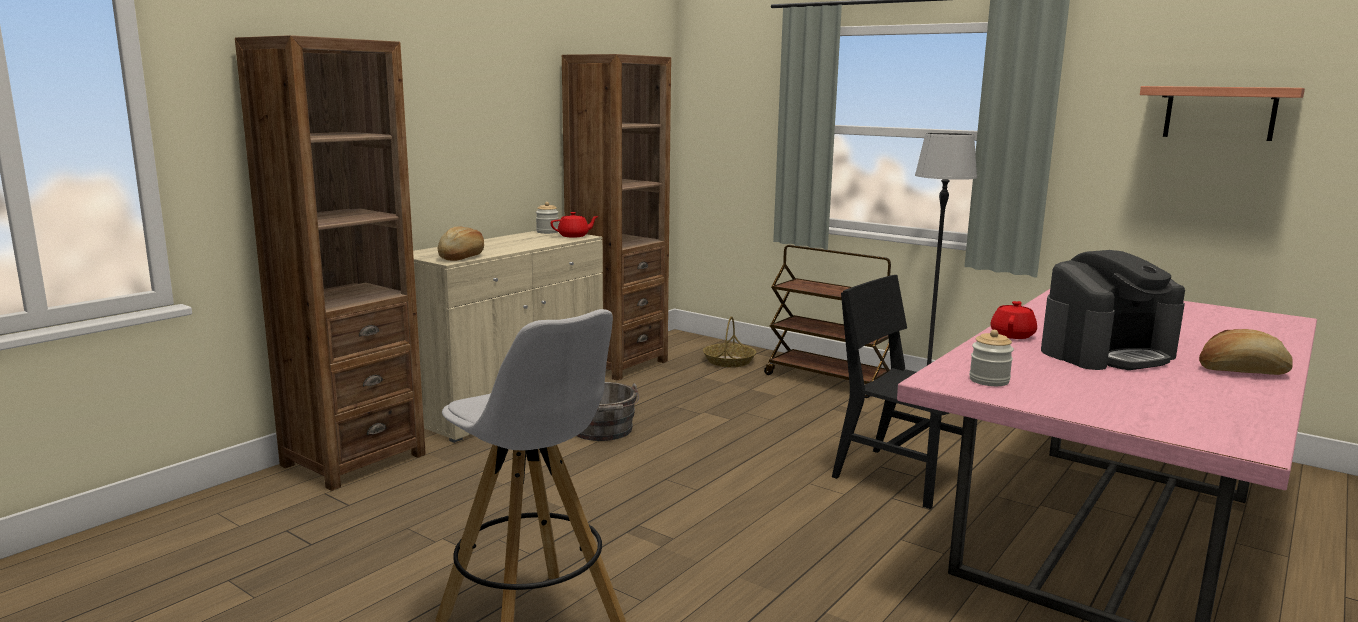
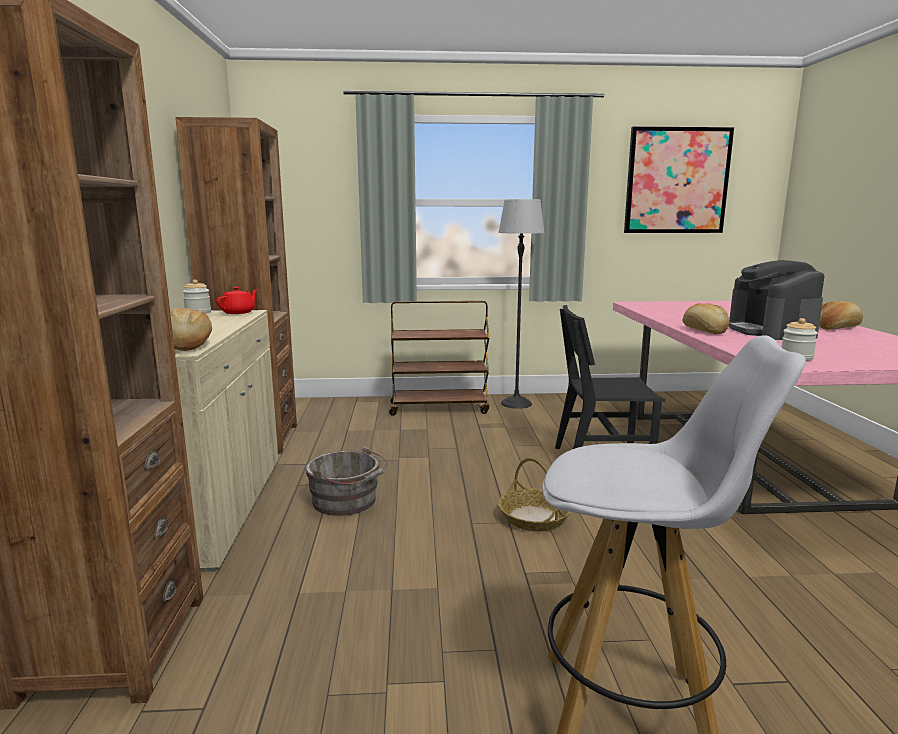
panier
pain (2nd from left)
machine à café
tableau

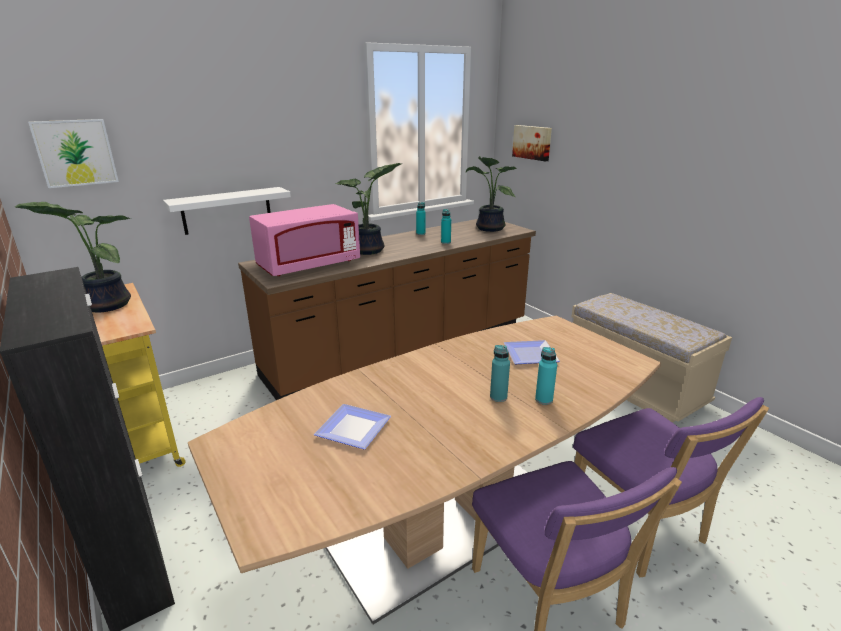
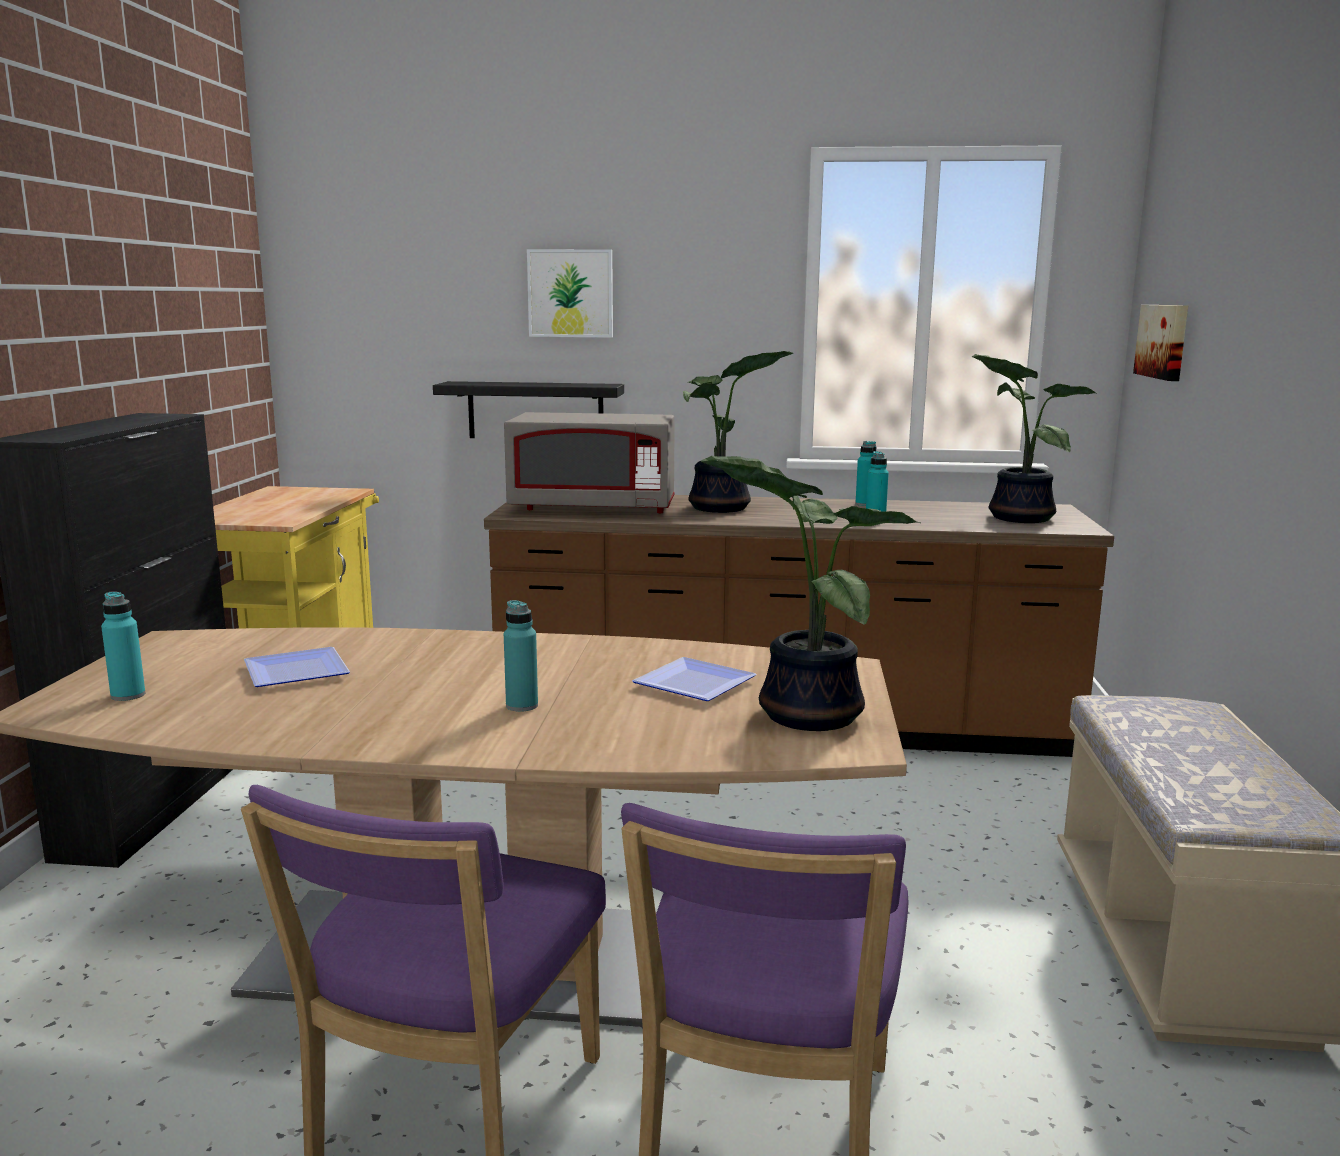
plante en pot (2nd from left)
tableau (1st from left)
étagère/noir
micro-ondes/gris
bouteille/turquoise (1st from left)

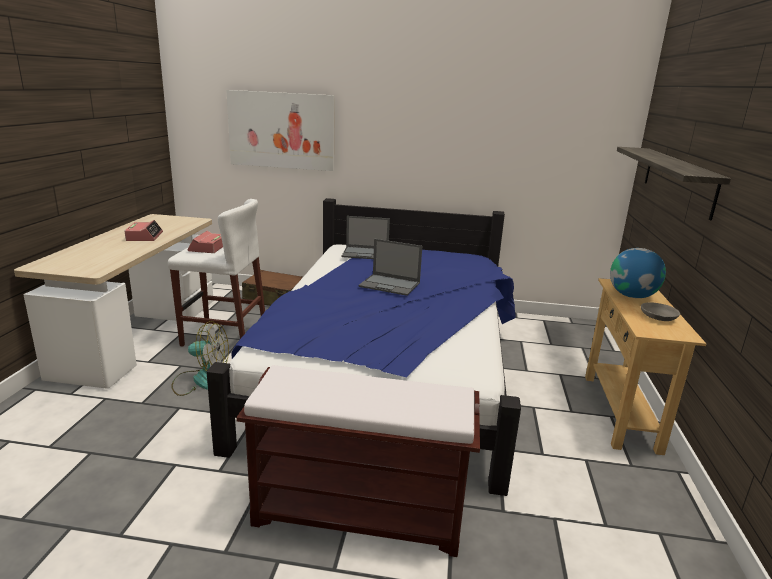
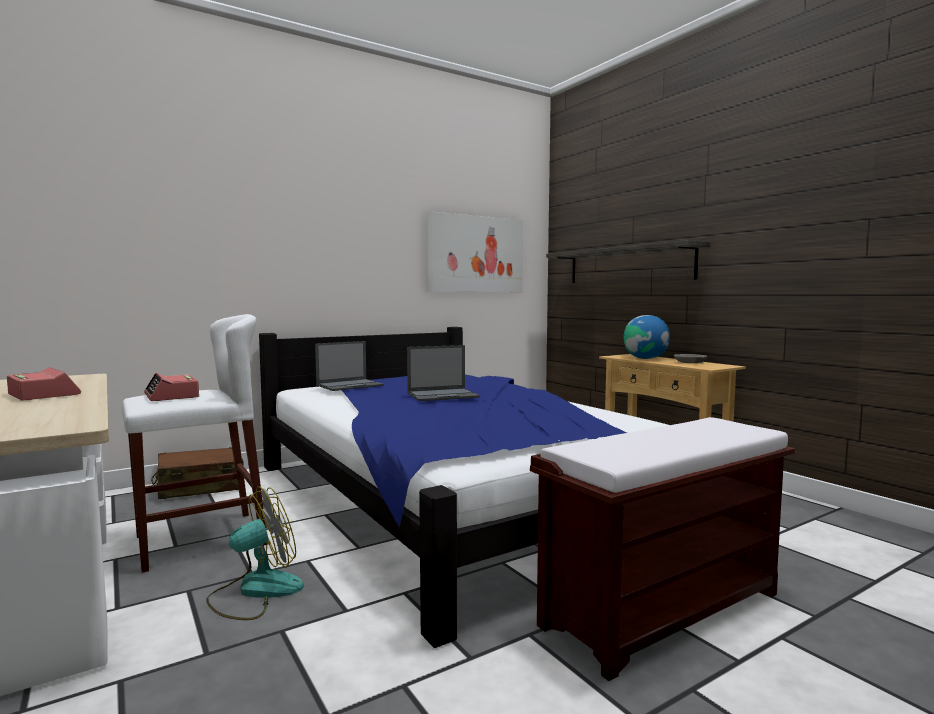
tableau

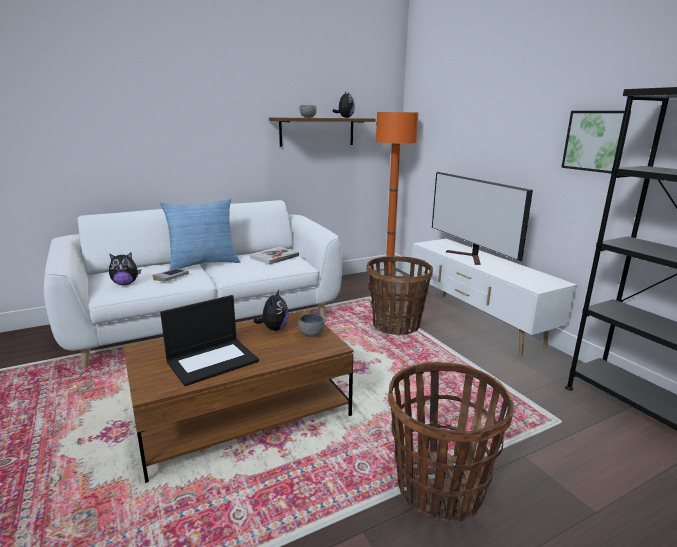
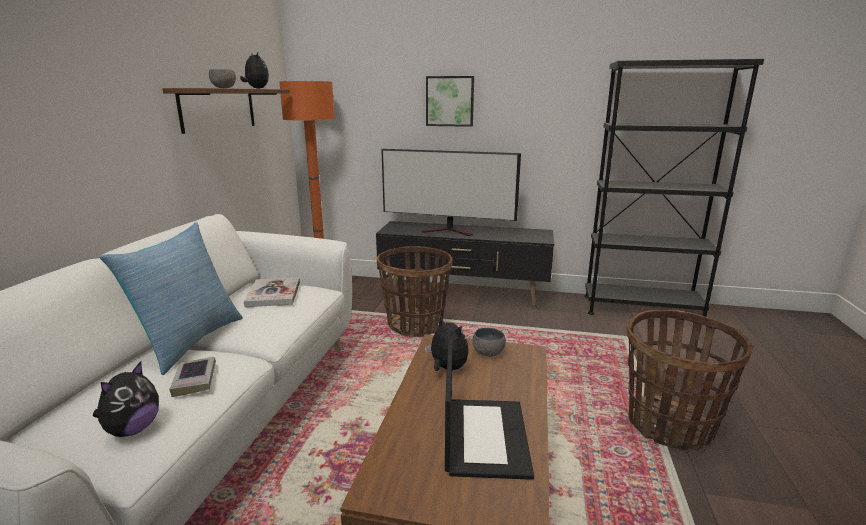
meuble télé/noir
tableau

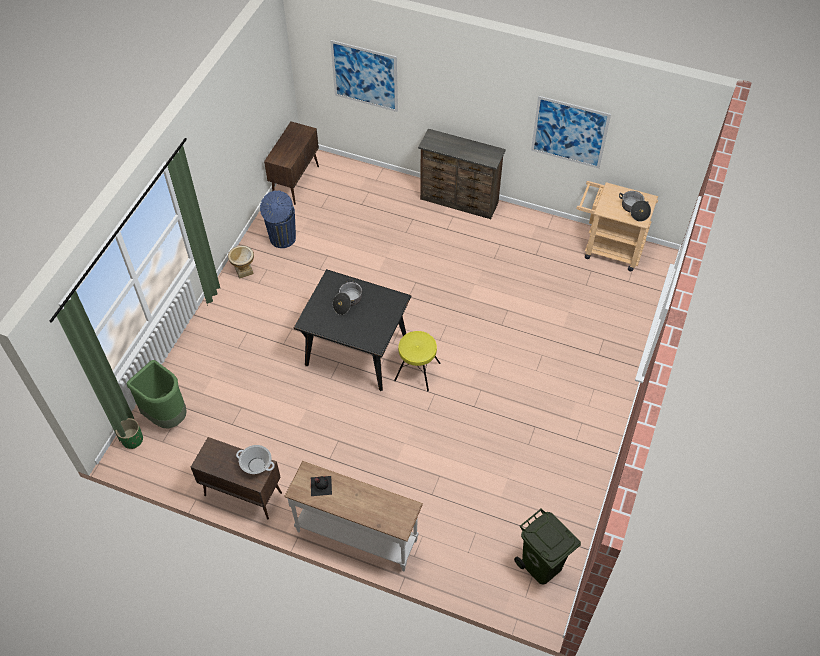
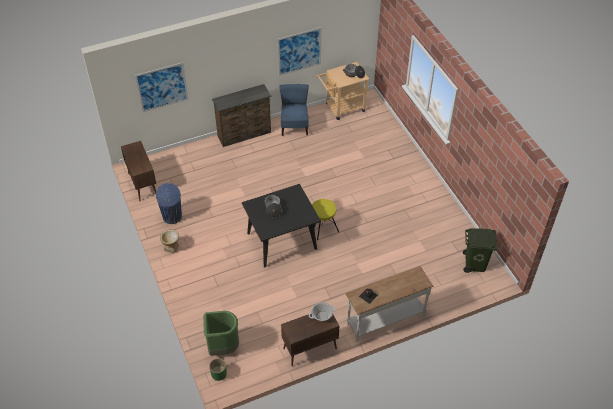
chaise/bleu

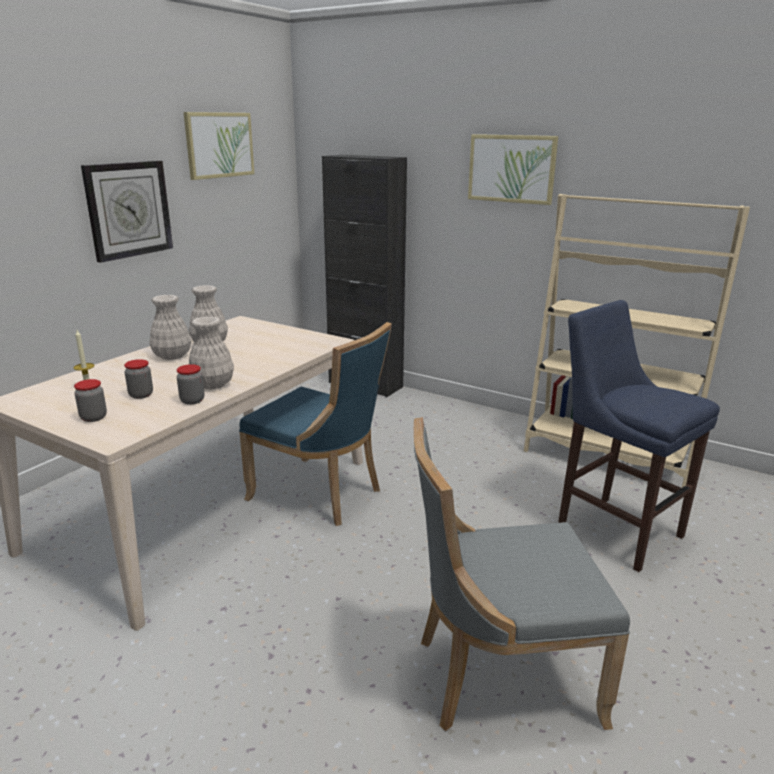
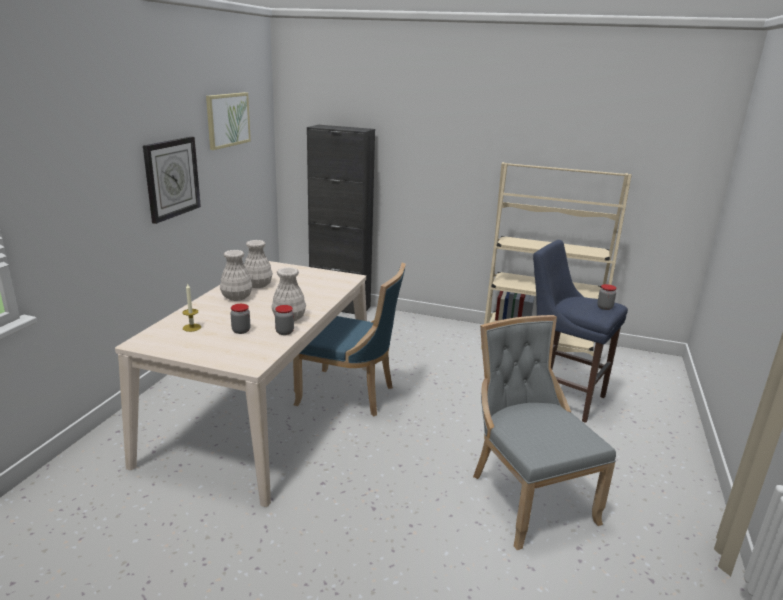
bocal (3rd from left)
chaise/gris
tableau (2nd from left in the first image)

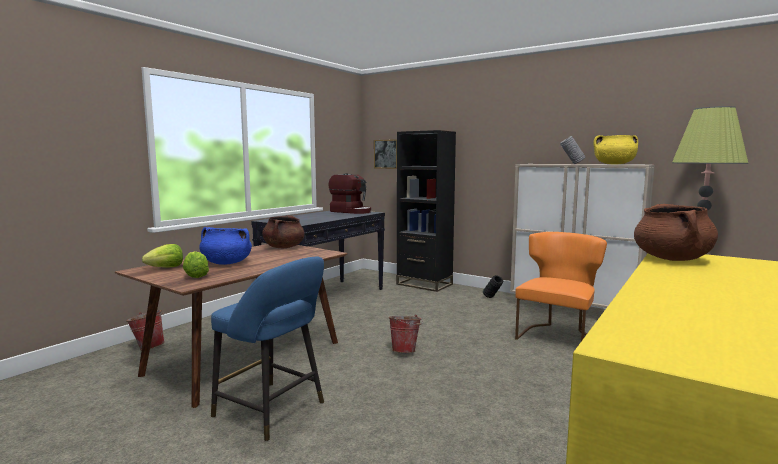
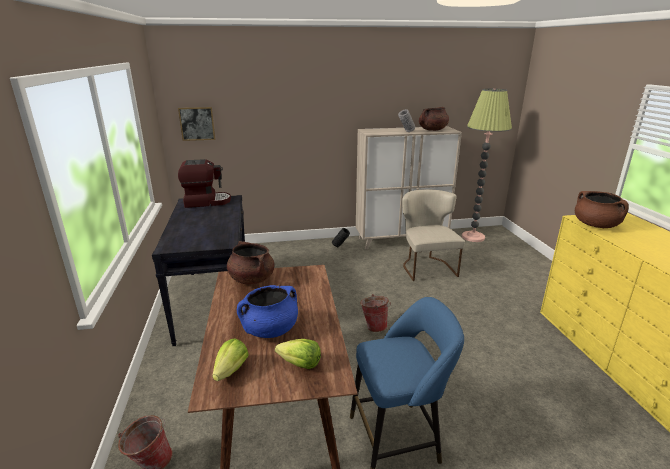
bibliothèque/noir
chaise/beige
marmite/marron (2nd from left)

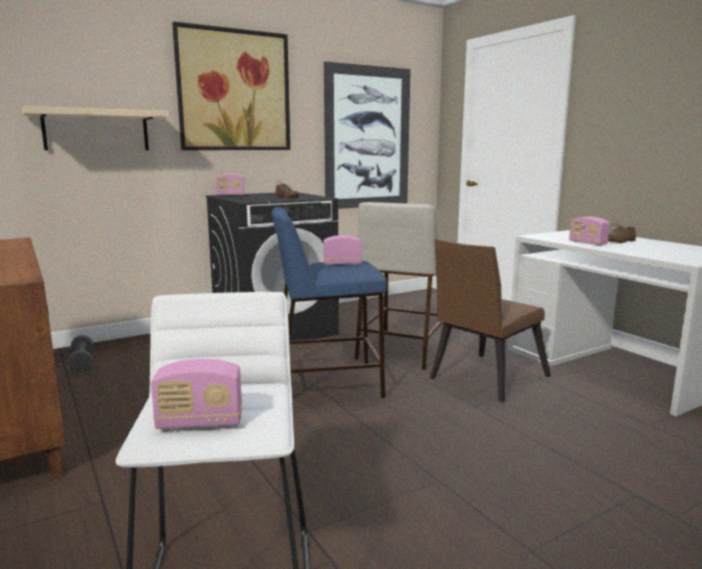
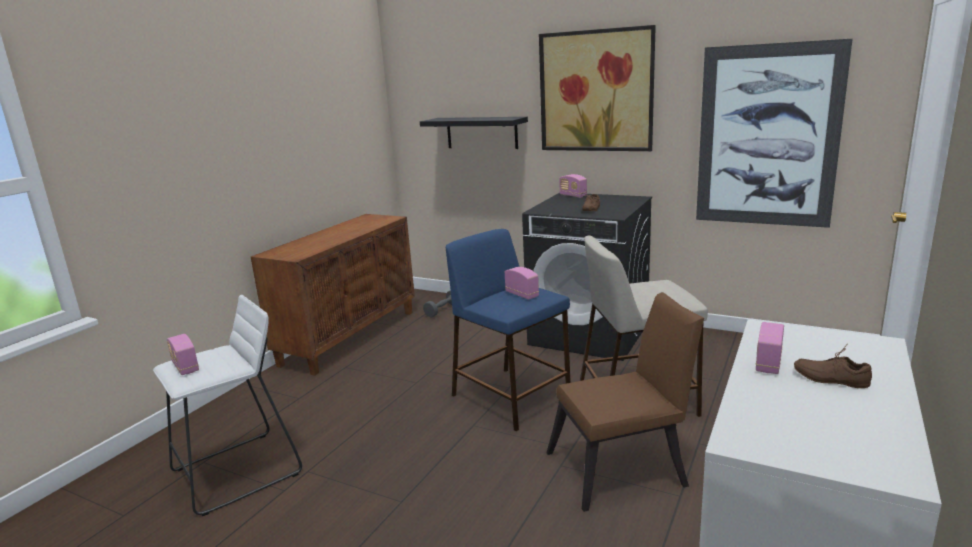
étagère/noir
chaise/marron

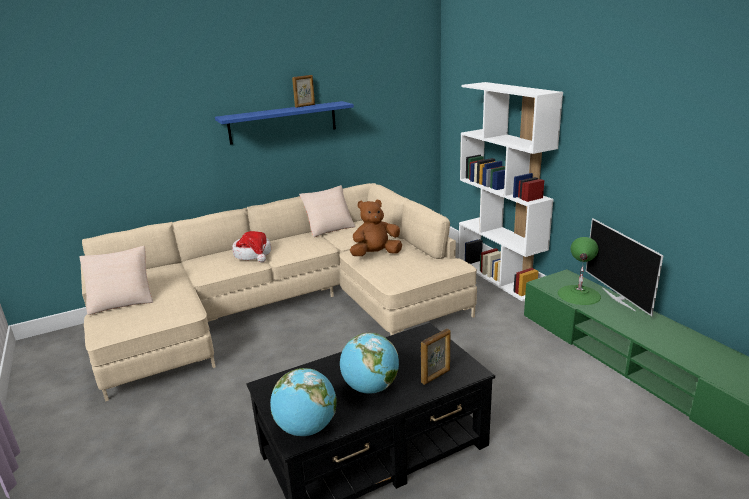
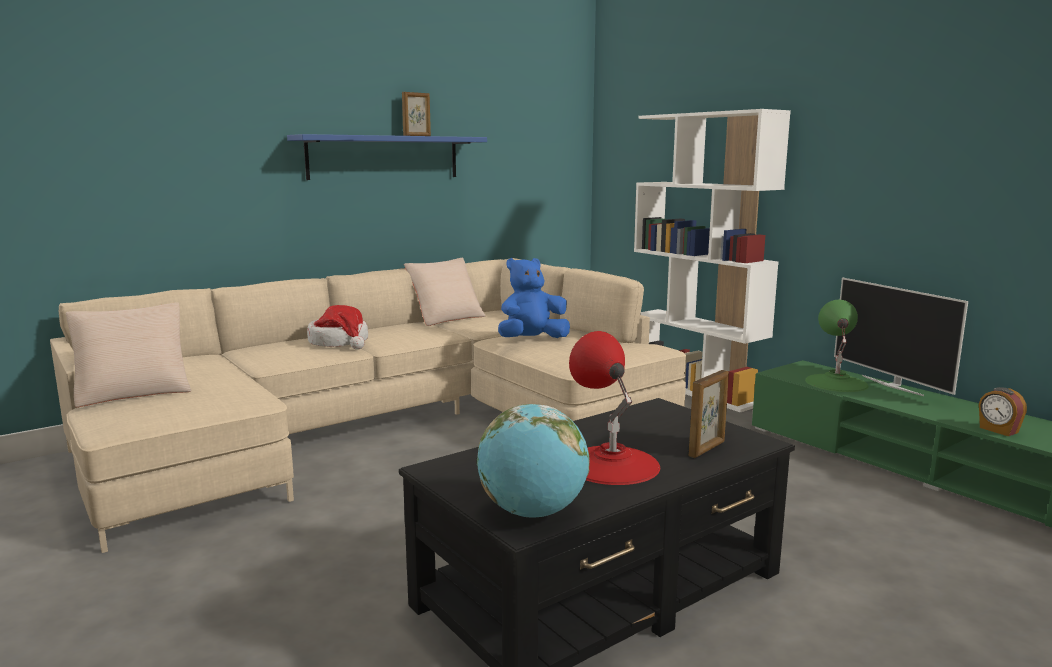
lampe de table/rouge
peluche/bleu
réveil

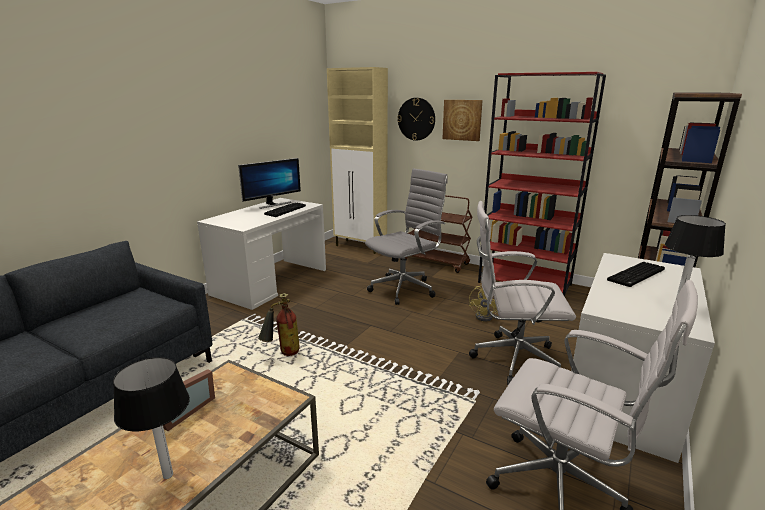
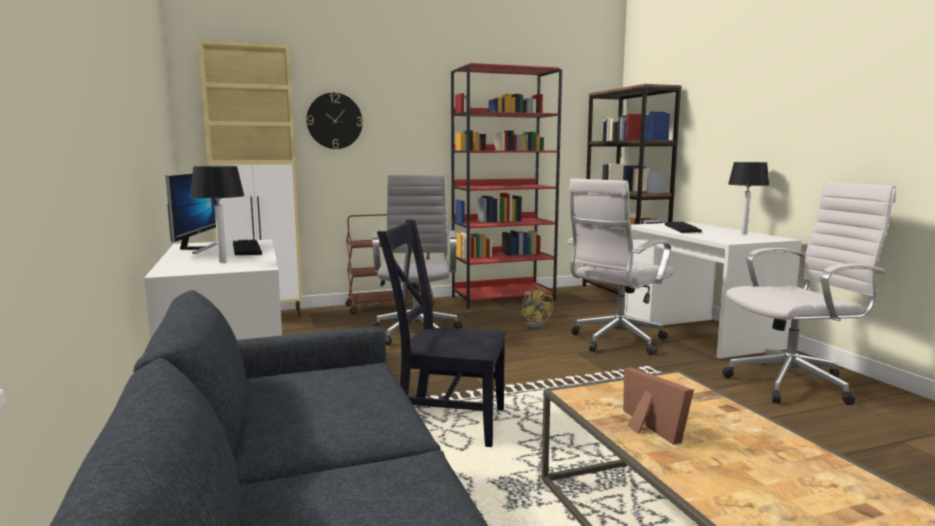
lampe de table (1st from left)
chaise/noir
tableau

